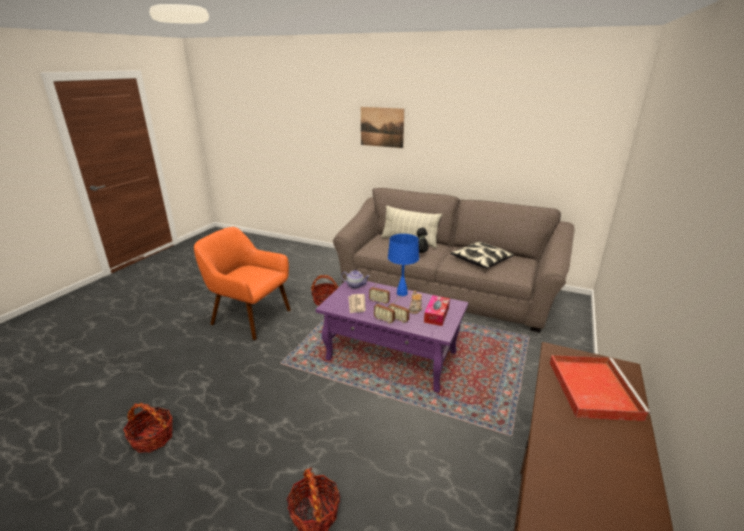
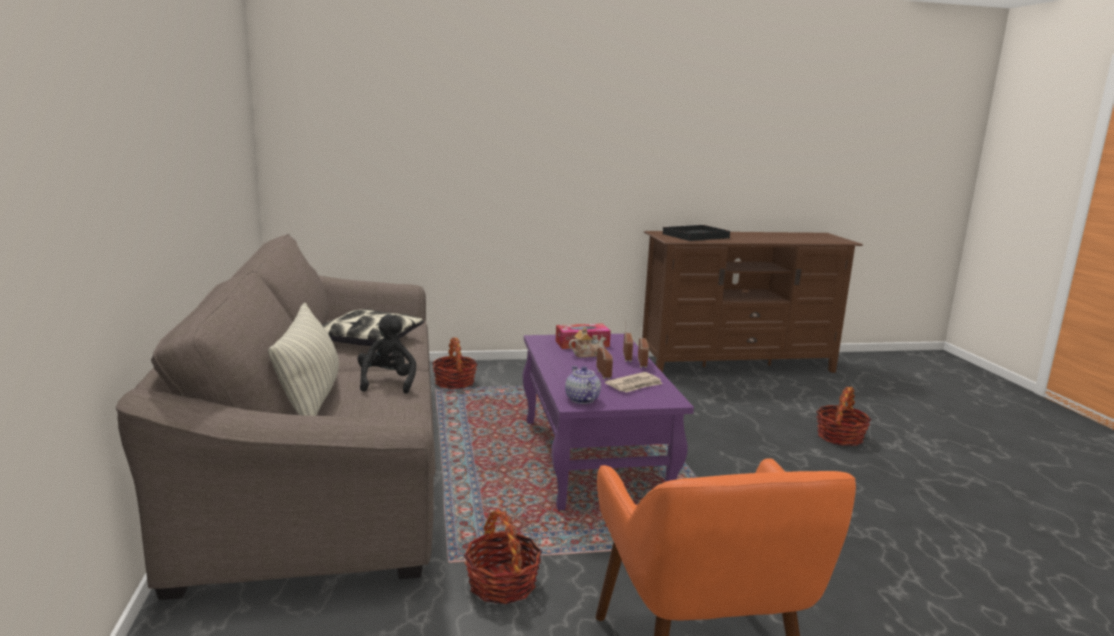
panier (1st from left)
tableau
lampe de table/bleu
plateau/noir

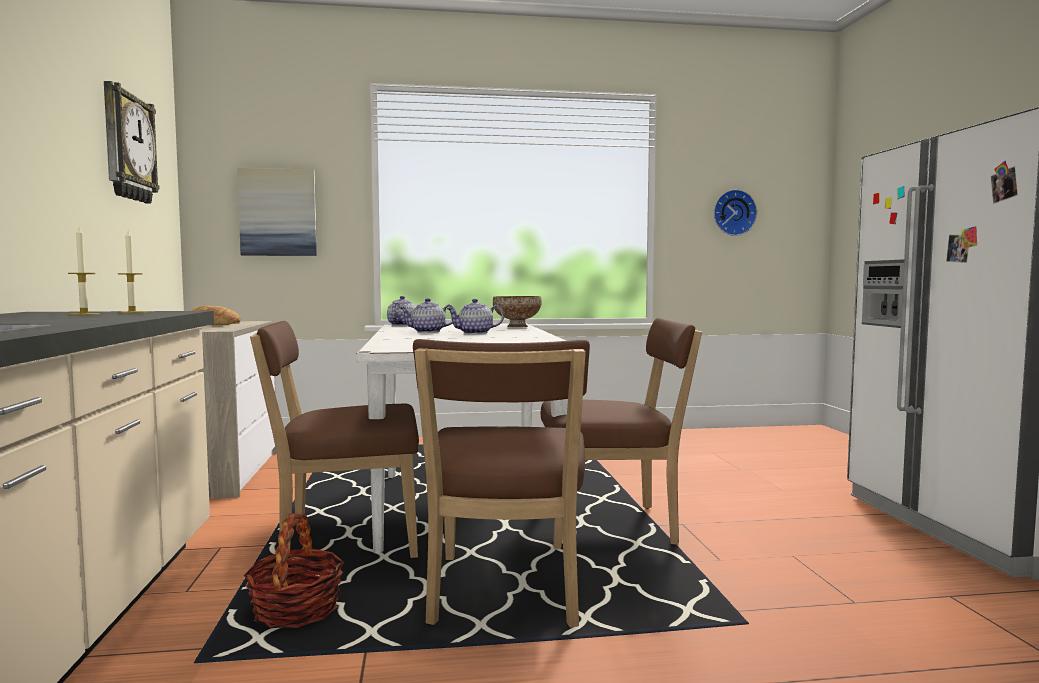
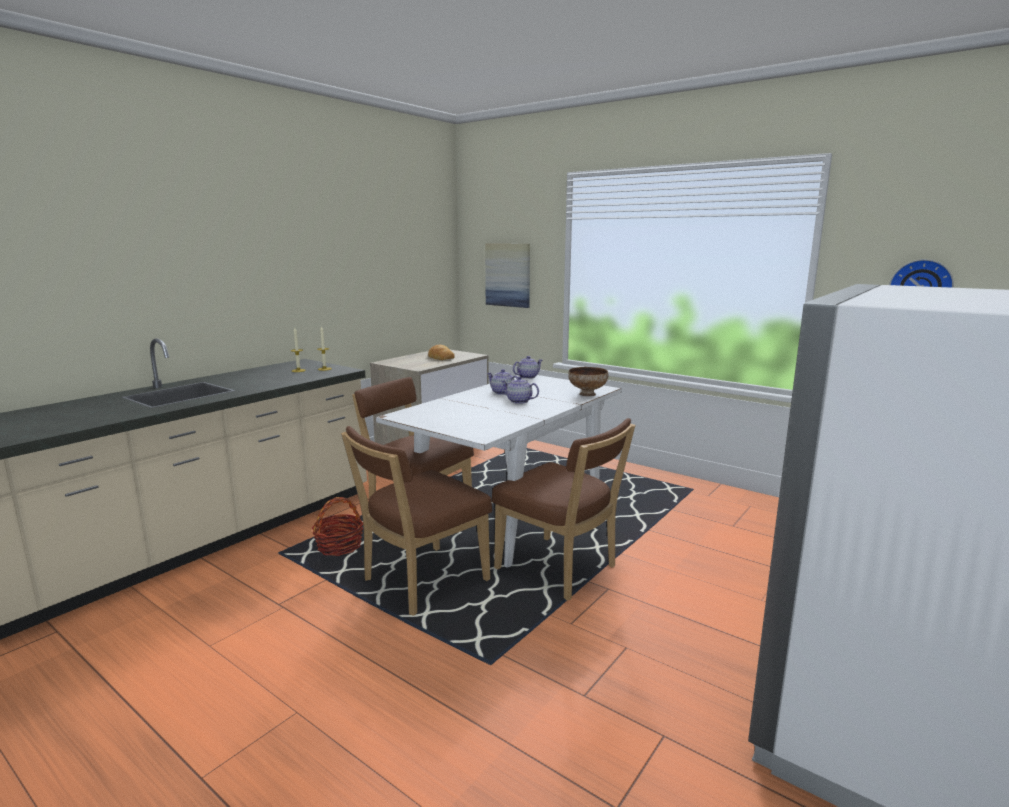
horloge murale (1st from left in the first image)

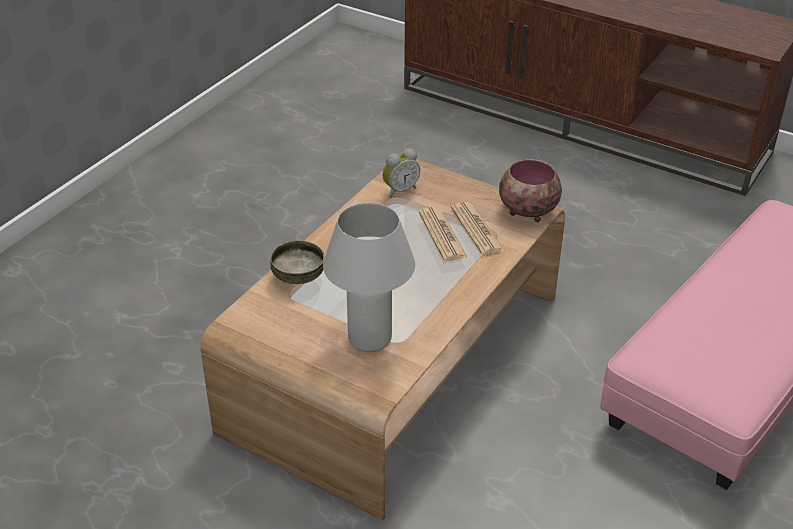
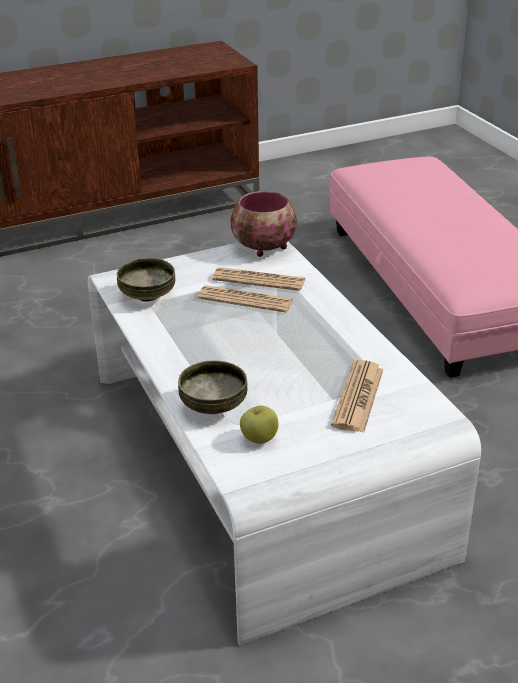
table basse/blanc
journal (3rd from left)
bol (1st from left)
pomme

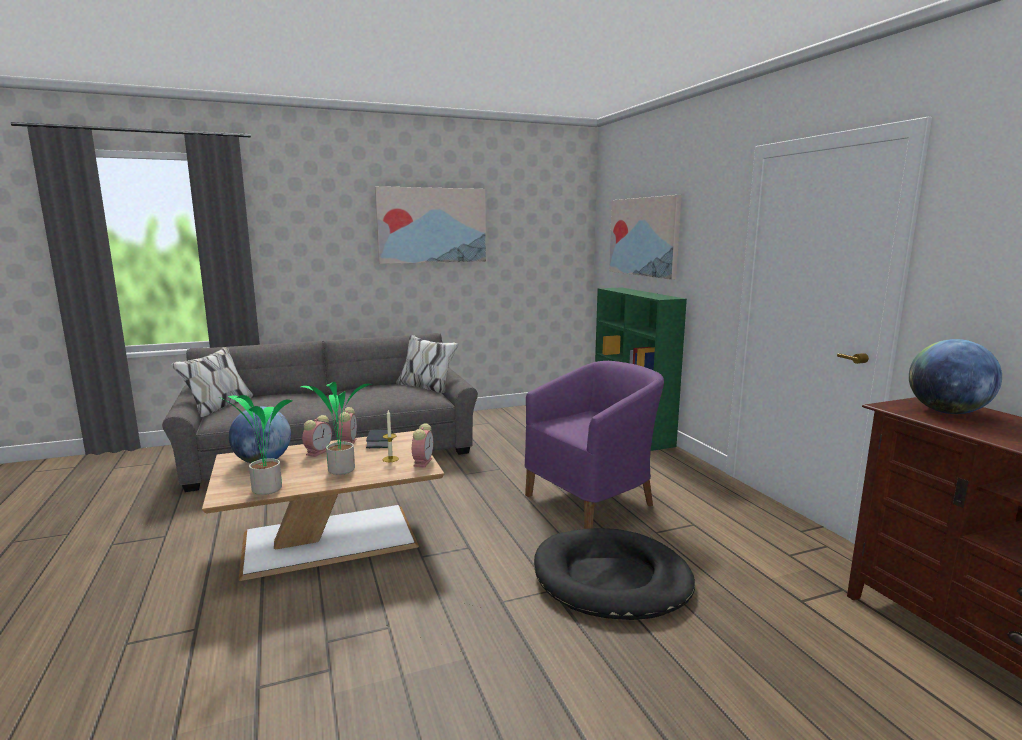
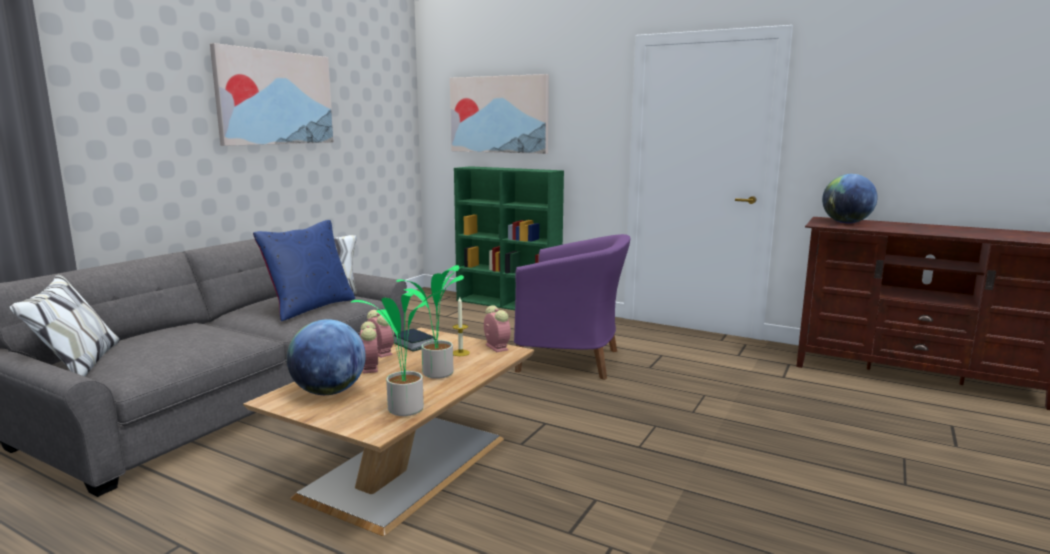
fauteuil/violet
panier pour chien/noir
coussin/bleu

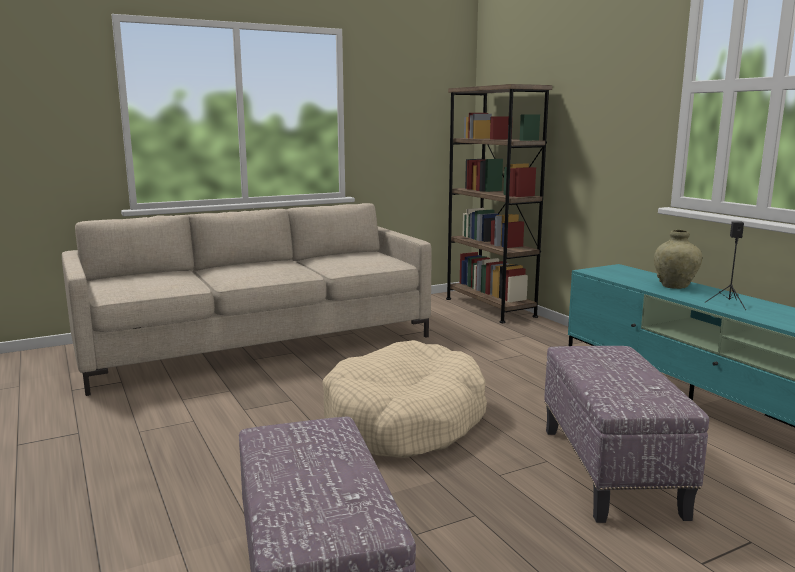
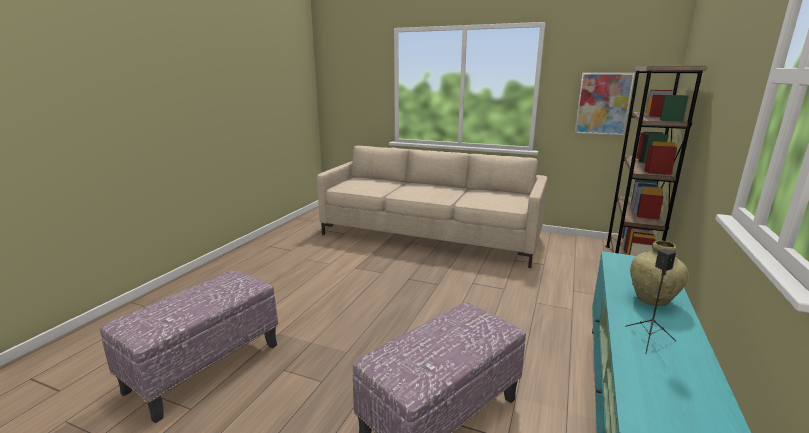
panier pour chien/beige
tableau

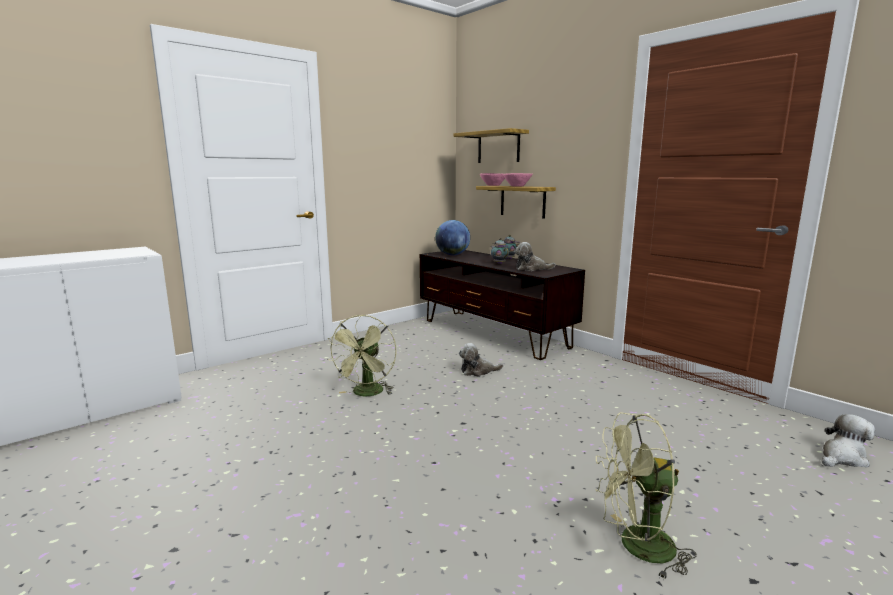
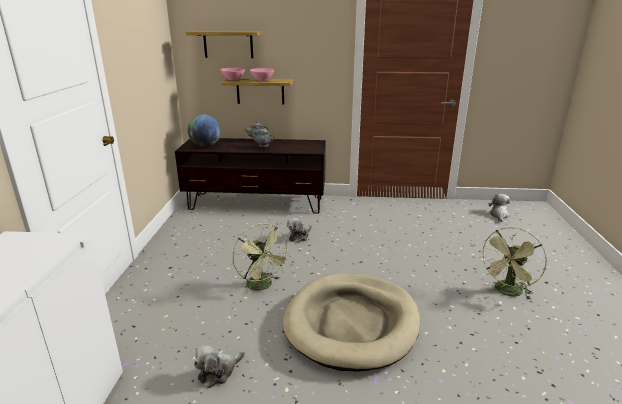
peluche (1st from left)
panier pour chien/beige

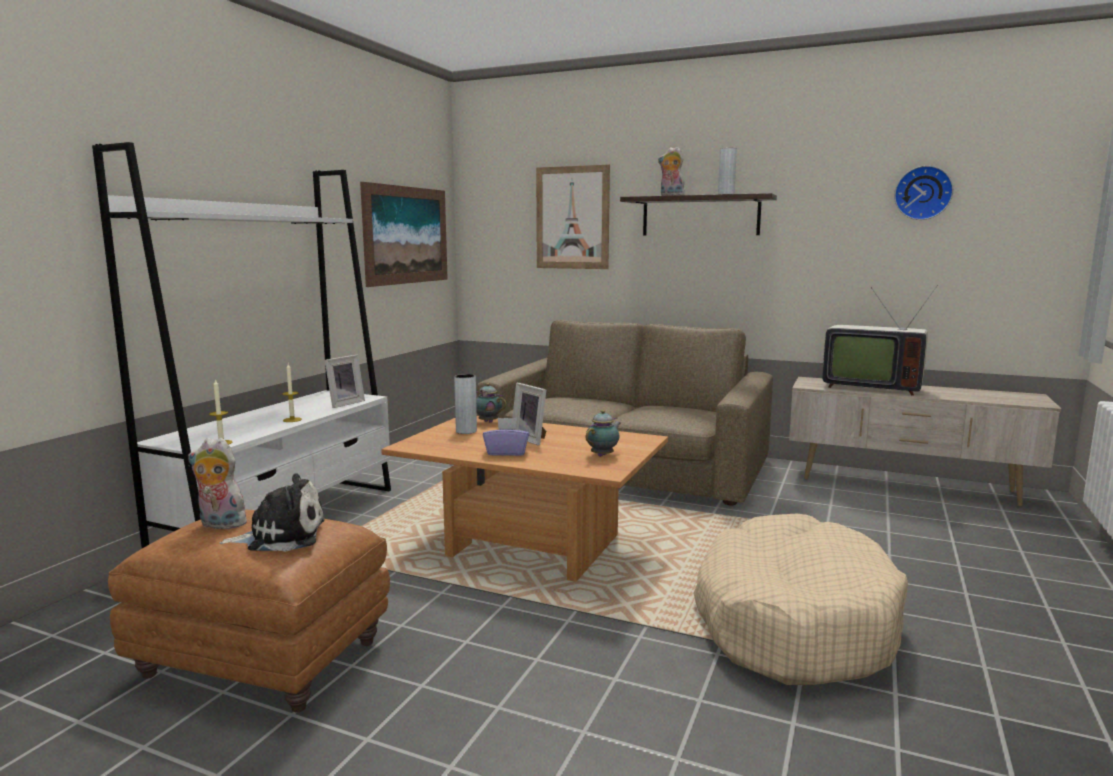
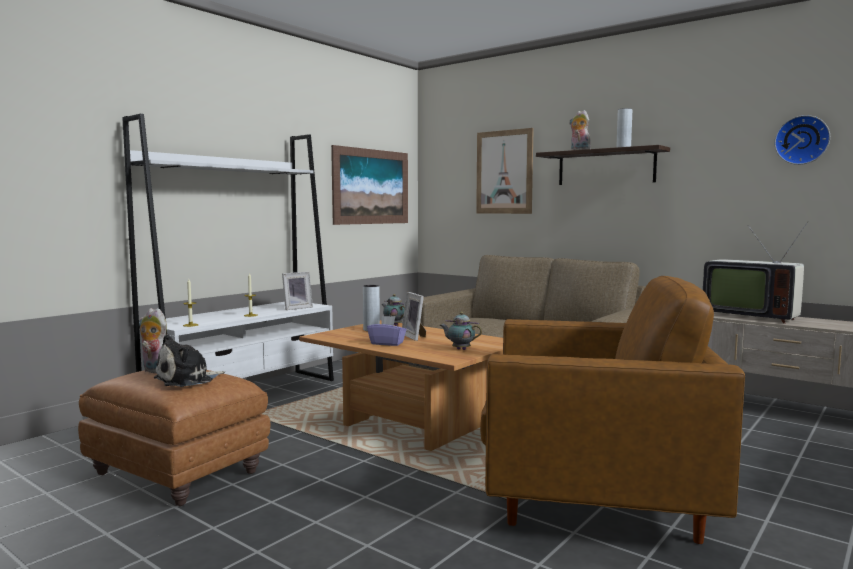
peluche (2nd from left)
théière (2nd from left)
fauteuil/marron

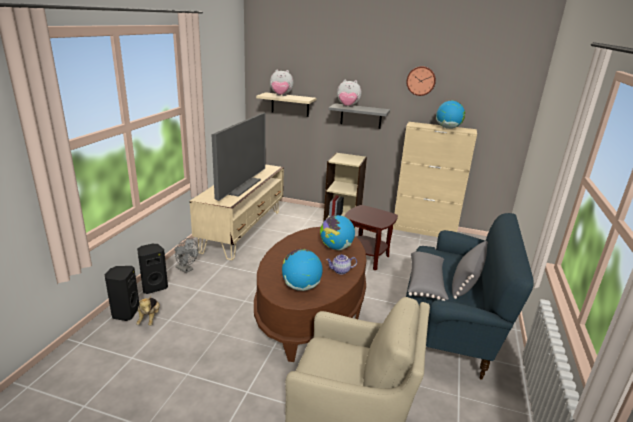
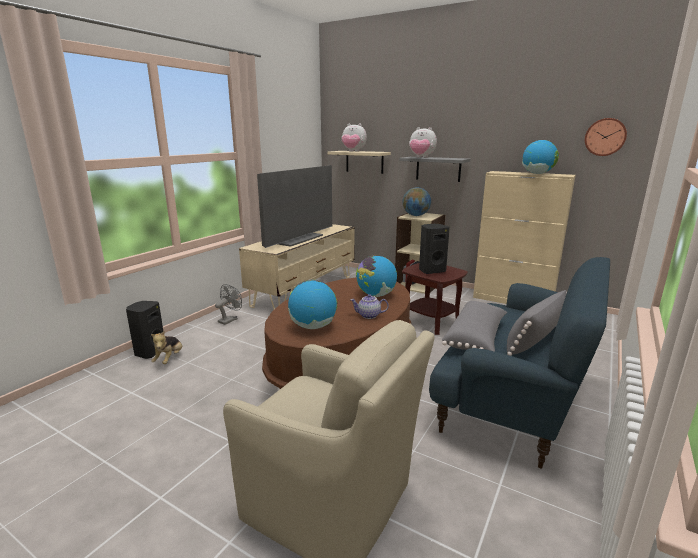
enceinte/noir (2nd from left)
ventilateur/gris
horloge murale
globe (3rd from left)

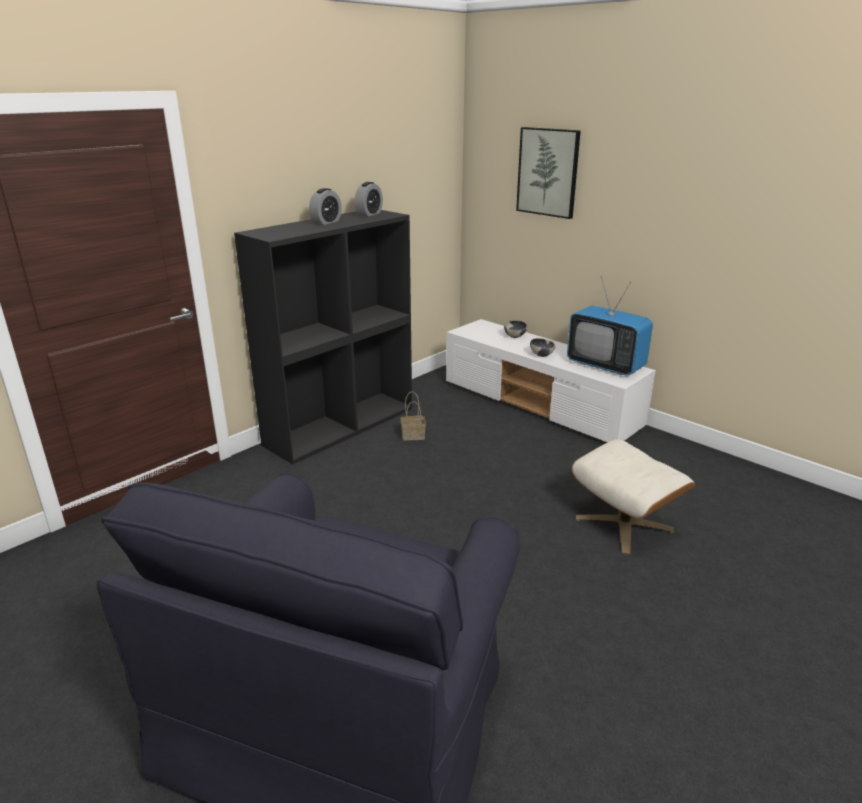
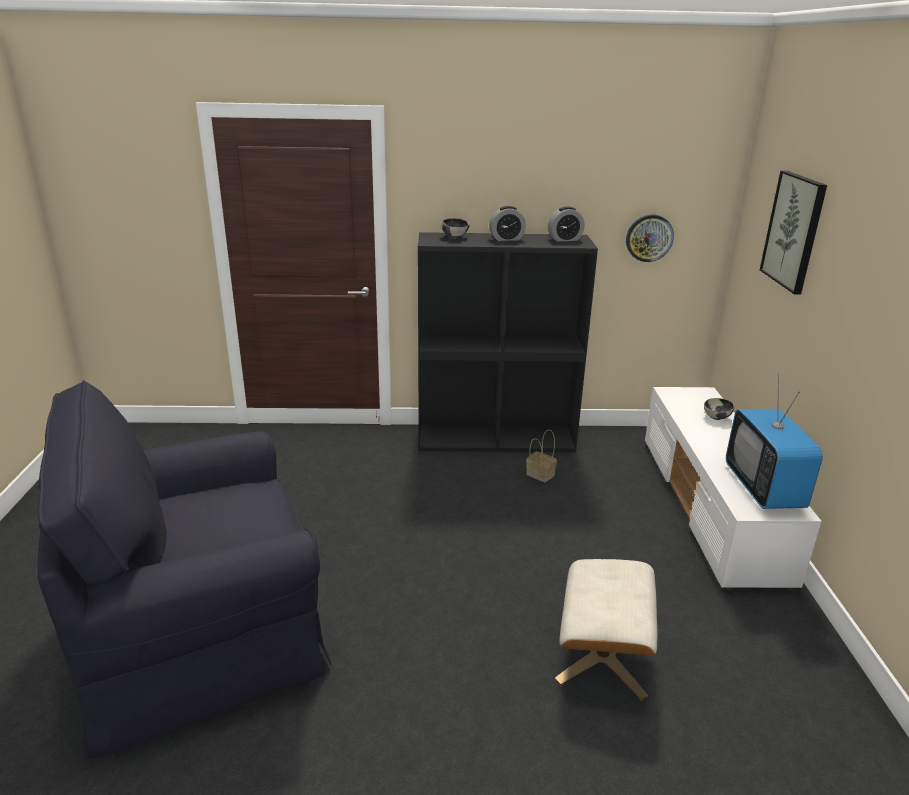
bol (1st from left)
horloge murale

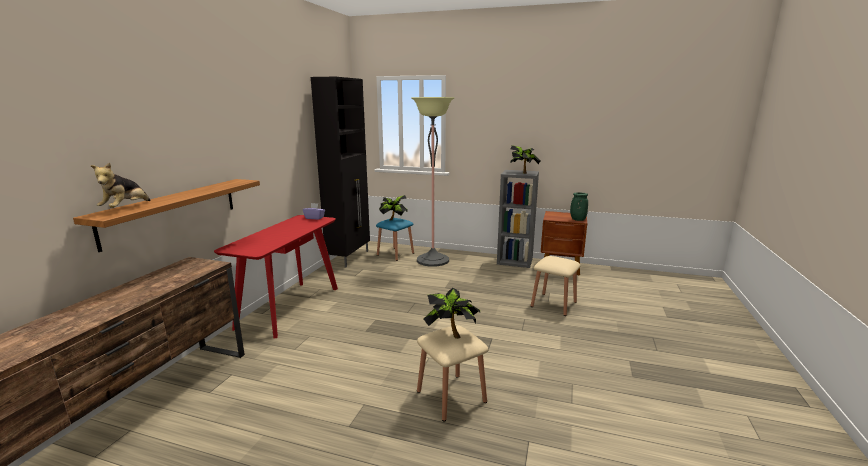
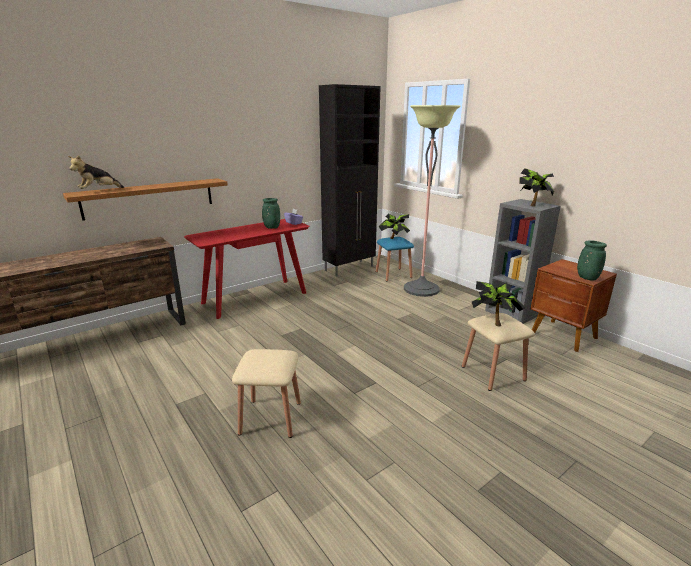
plante en pot (2nd from left)
vase/vert (1st from left)

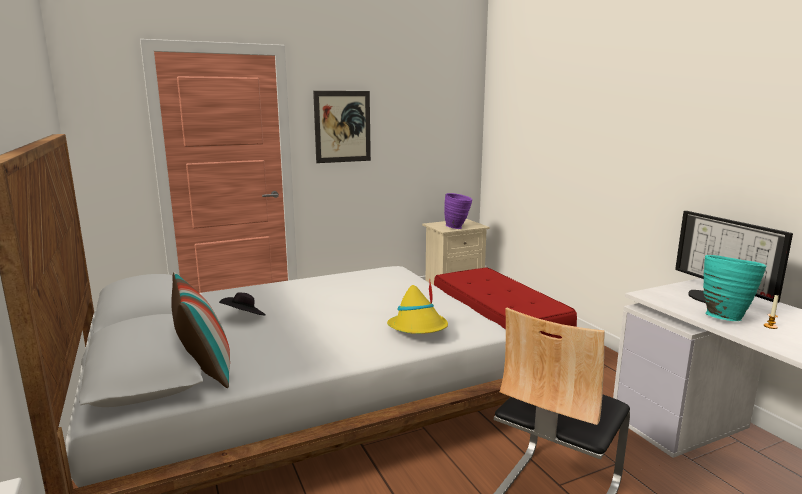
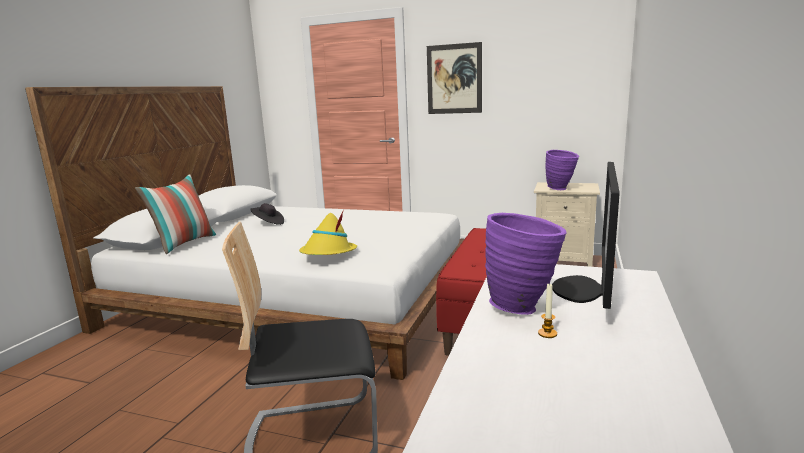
vase/violet (1st from left)

